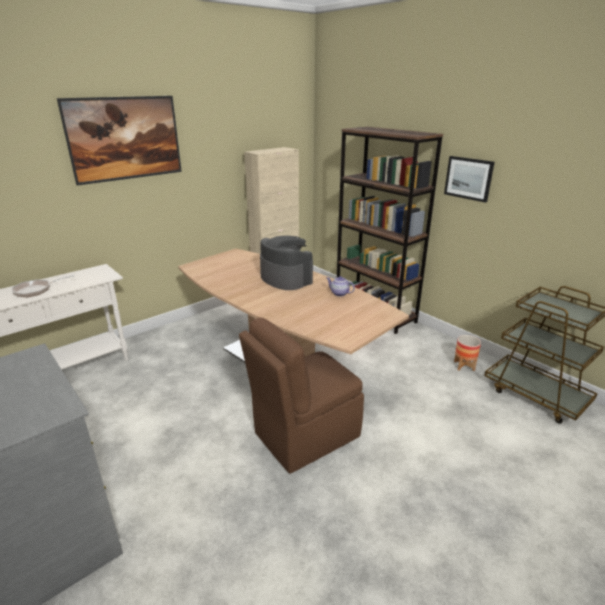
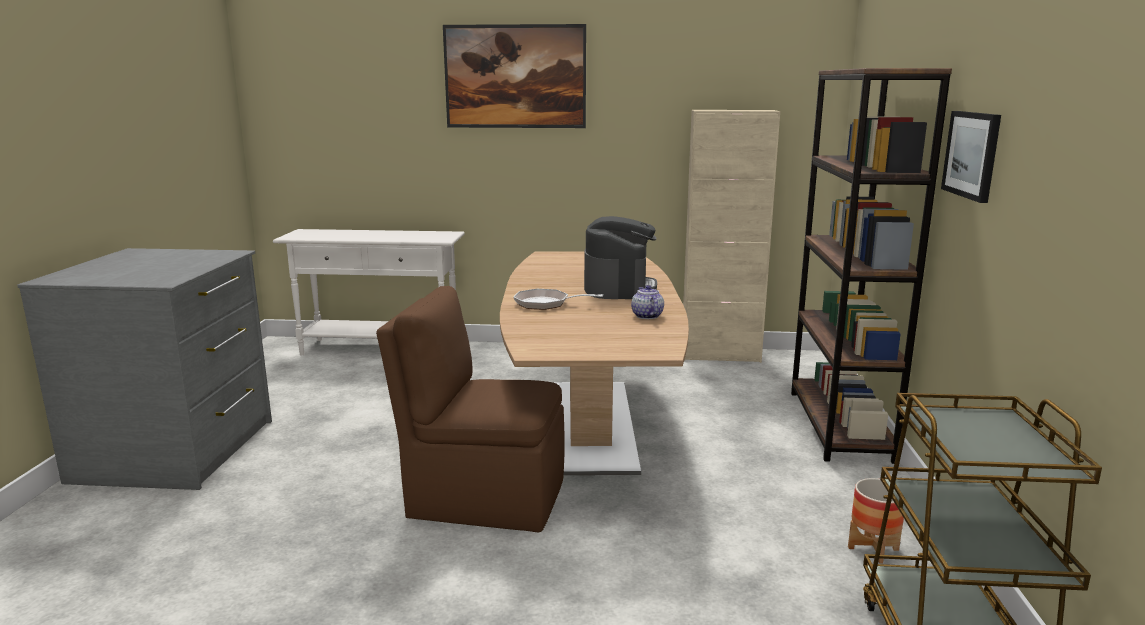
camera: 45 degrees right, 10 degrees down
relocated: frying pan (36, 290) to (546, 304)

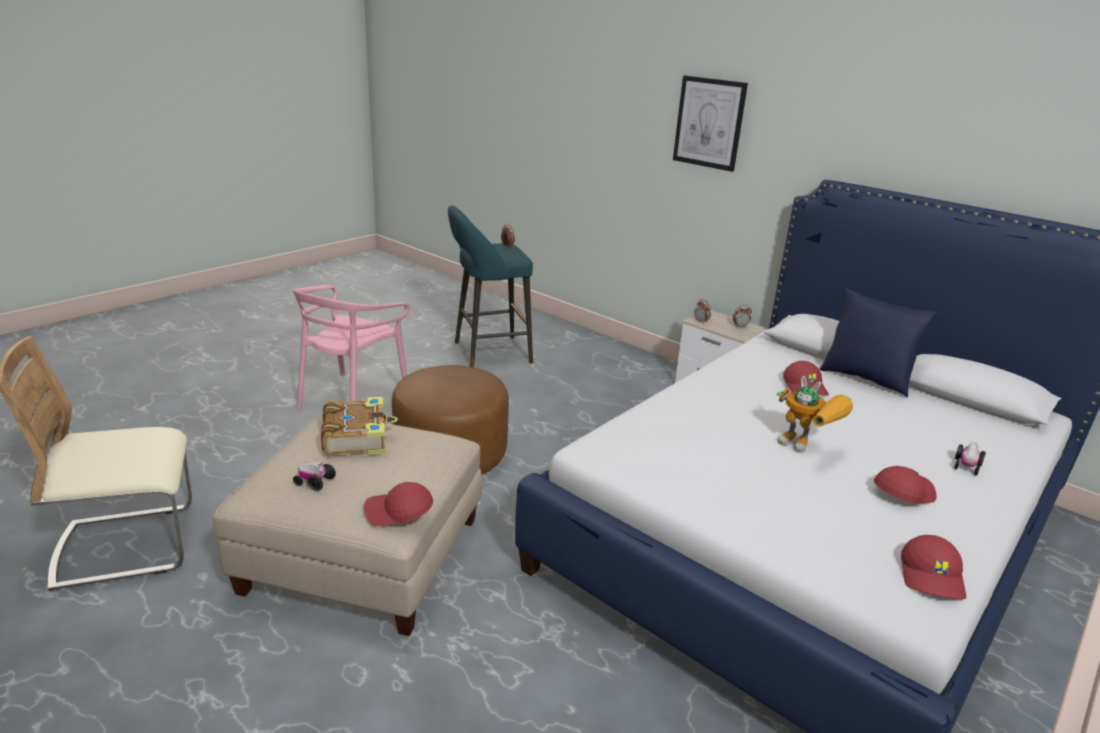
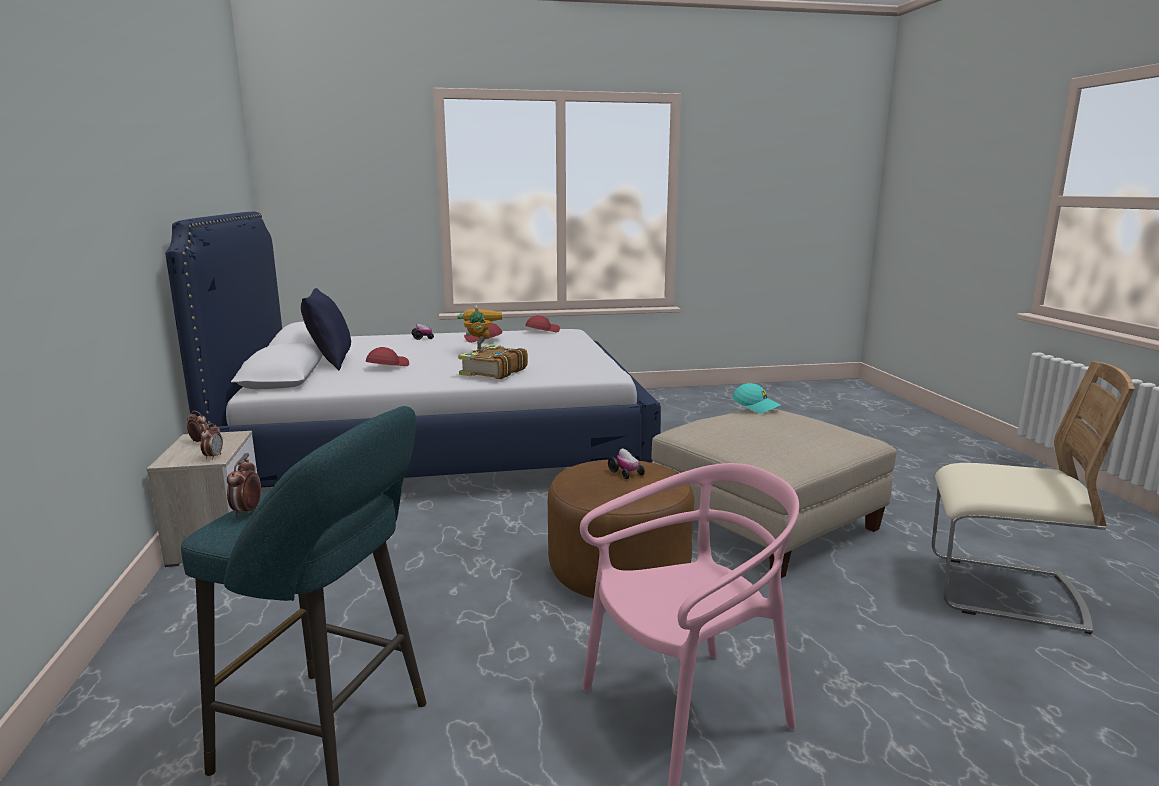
camera: 140 degrees left, 10 degrees down
missing: wall picture (709, 123)
relocated: toy car (314, 482) to (626, 473); volume (357, 437) to (493, 372)
colour: red baseball cap (398, 512) to turquoise-coloured baseball cap (756, 406)

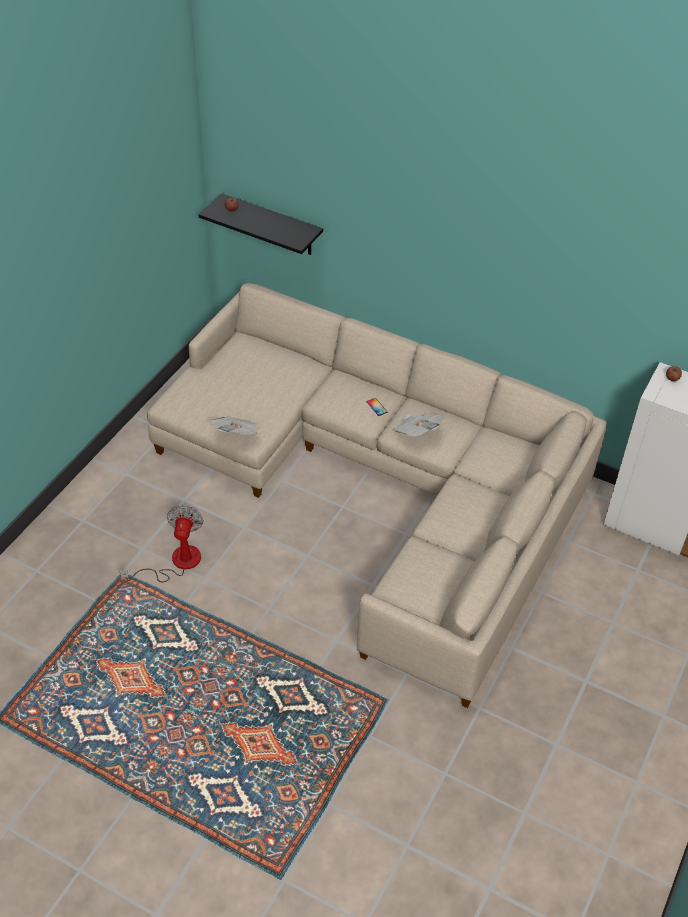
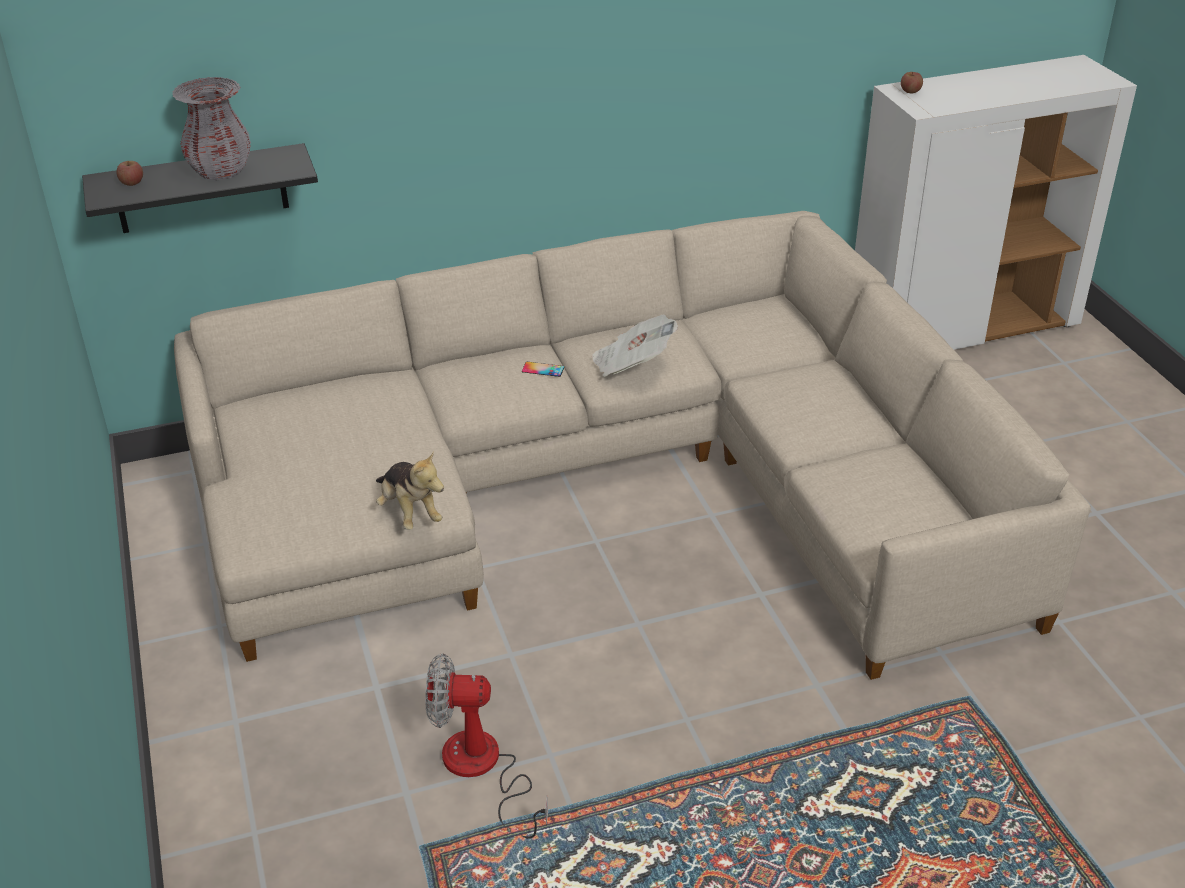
camera: 45 degrees left, 10 degrees down
appeared: gray decorative vase (221, 171)
exchanged: newspaper (236, 434) to plush toy (409, 512)
spun: cooling fan (176, 562) = (482, 769) 45 degrees counterclockwise

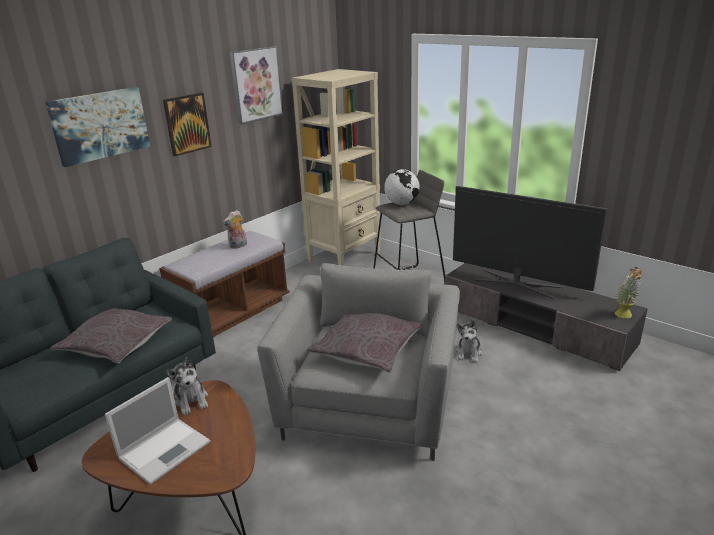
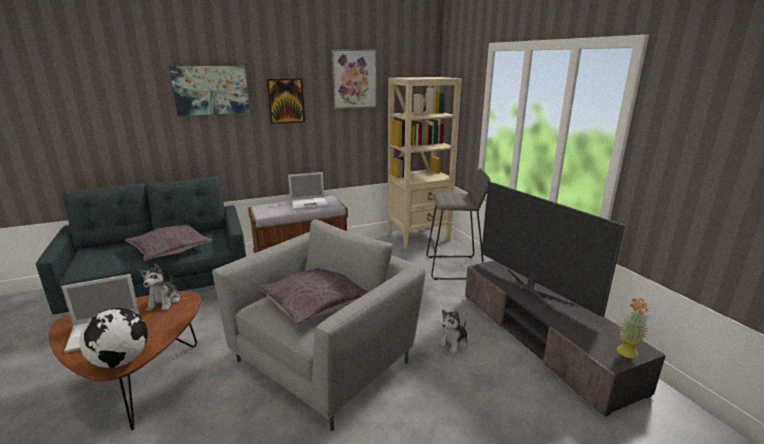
camera: 25 degrees right, 5 degrees down
relocated: desk globe (402, 204) to (121, 360)
exchanged: plush toy (238, 246) to laptop (310, 203)

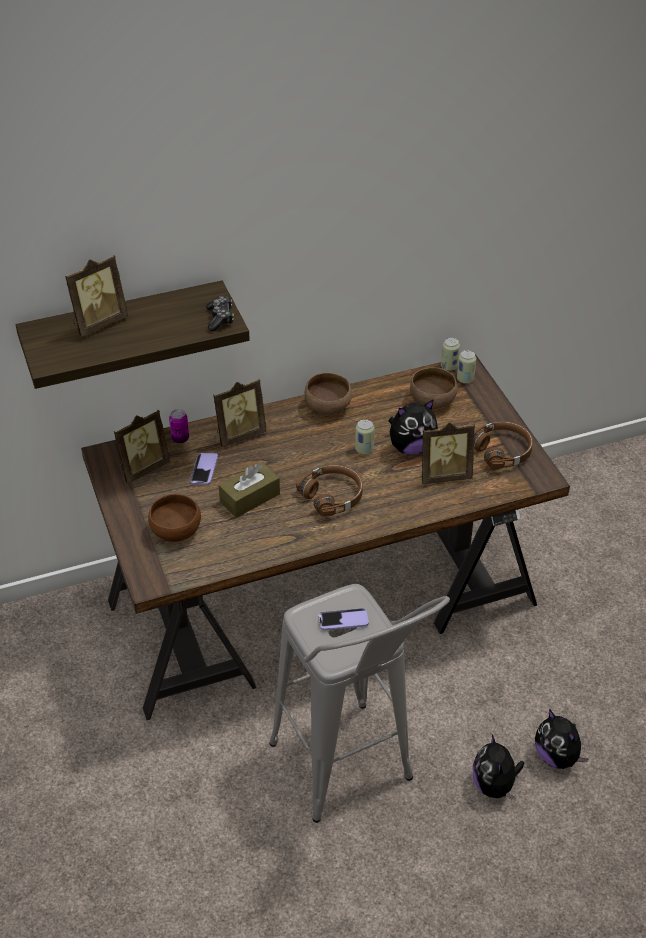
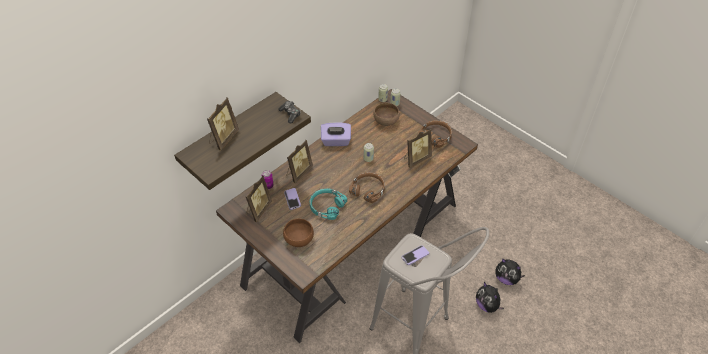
camera: 25 degrees left, 5 degrees up
missing: plush toy (411, 447)
exchanged: brownish tissue holder (250, 498) to turquoise-coloured headphones (326, 206); brownish bowl (329, 407) to purple tissue holder (336, 141)

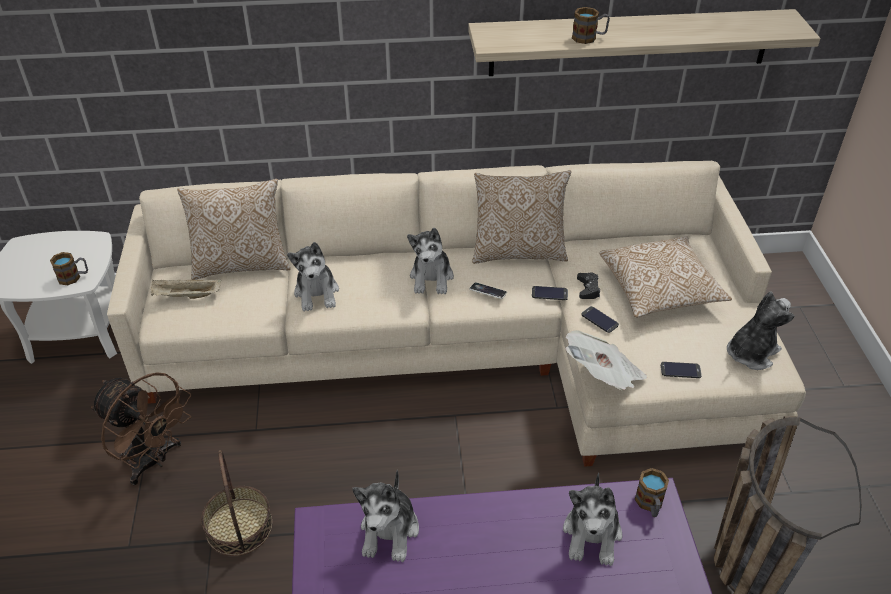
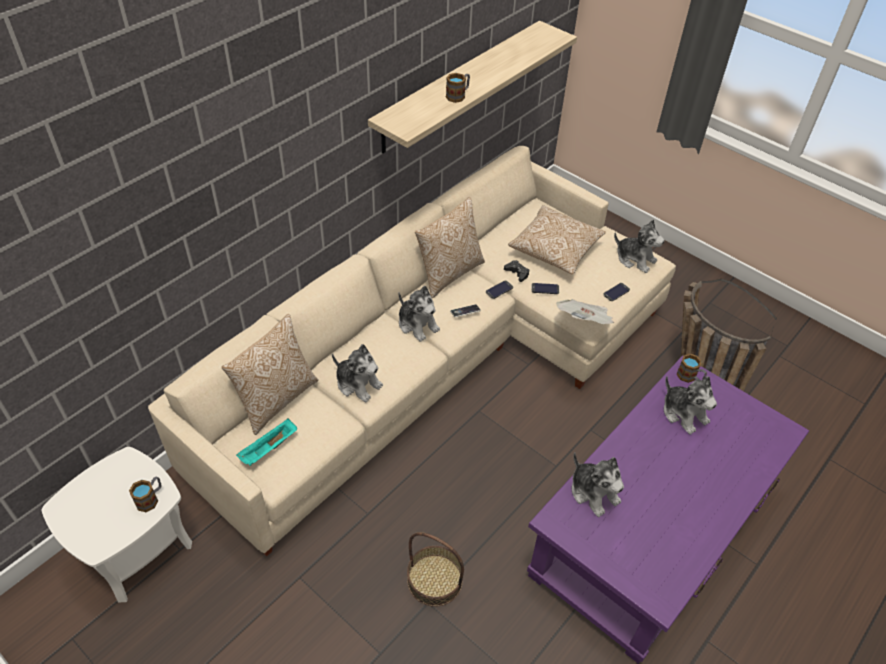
camera: 45 degrees left, 5 degrees up
missing: brownish cooling fan (153, 461)
colour: sand-coloured serving tray (186, 296) to turquoise-coloured serving tray (269, 449)
spun: plush toy (751, 353) = (635, 259) 120 degrees clockwise

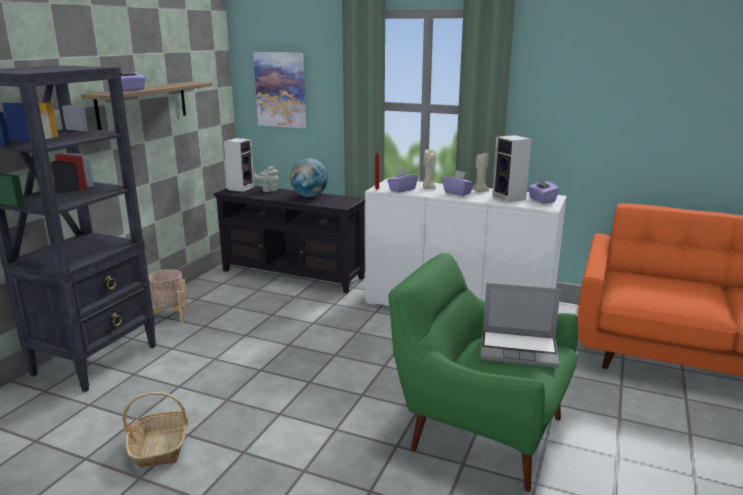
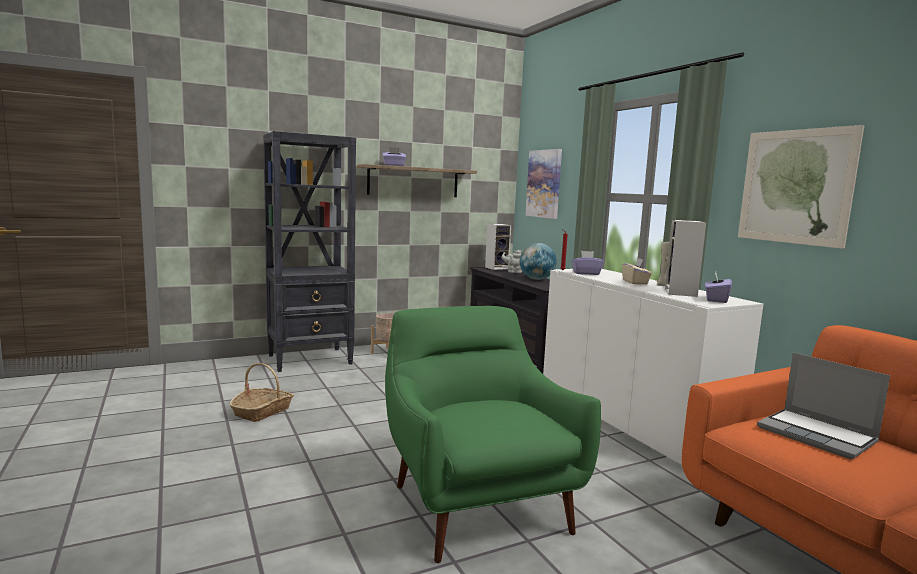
camera: 40 degrees right, 10 degrees down
missing: sand-coloured candle (428, 188)
appeared: wall picture (795, 186)
relocated: laptop (519, 349) to (818, 435)
colour: purple tissue holder (457, 192) to sand-coloured tissue holder (635, 282)

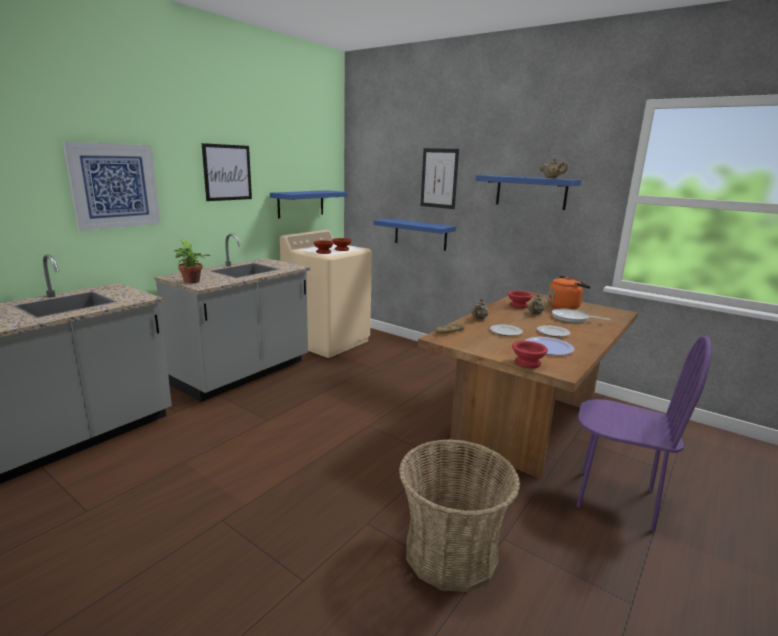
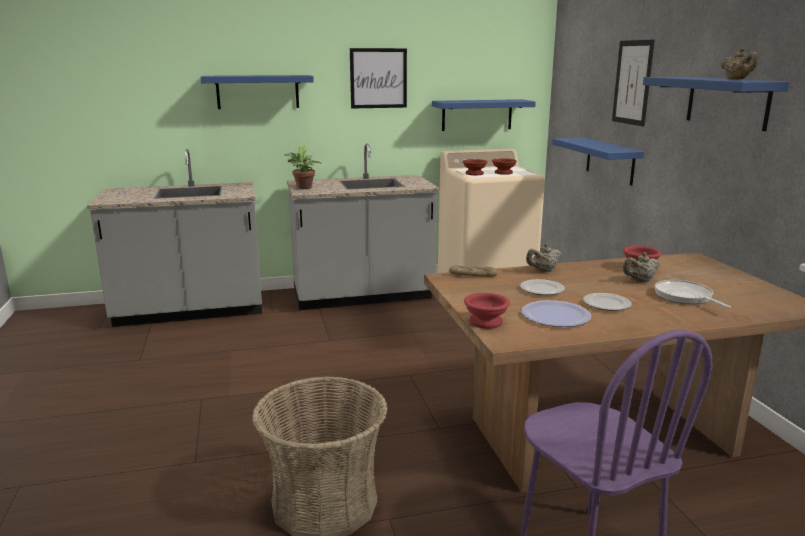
camera: 40 degrees right, 0 degrees up
missing: orangey water kettle (565, 307)
exchanged: wall picture (114, 186) to bluish bracket shelf (258, 92)

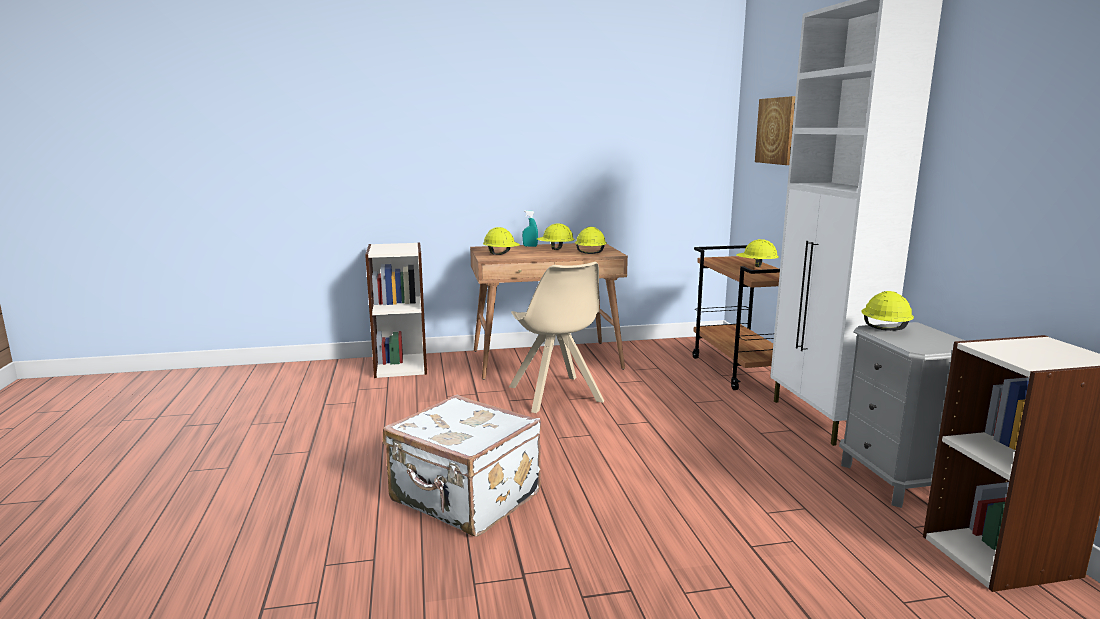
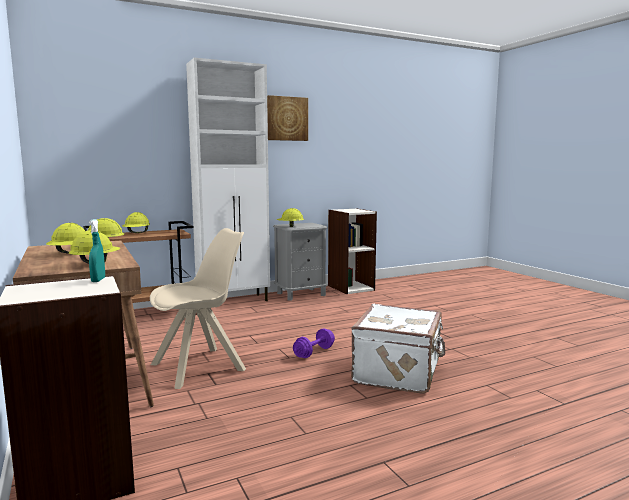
camera: 105 degrees left, 5 degrees down
appeared: purple free weight (314, 352)
relocated: turquoise-coloured hand sprayer (530, 246) to (98, 280); wall picture (777, 131) to (287, 118)

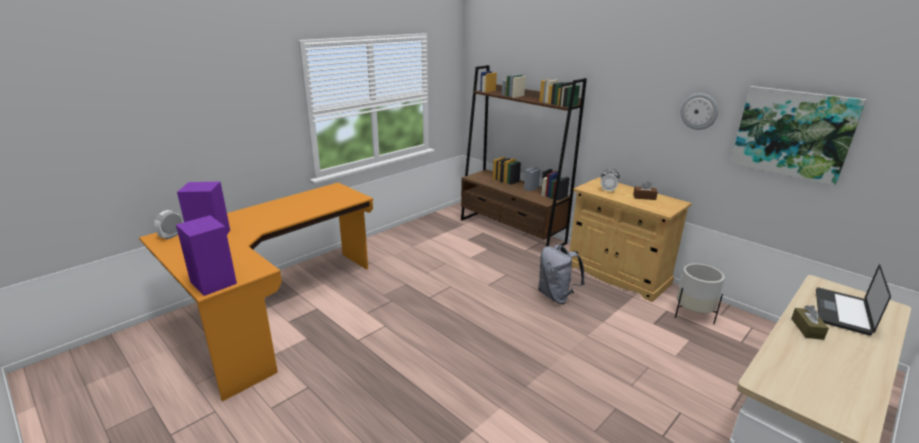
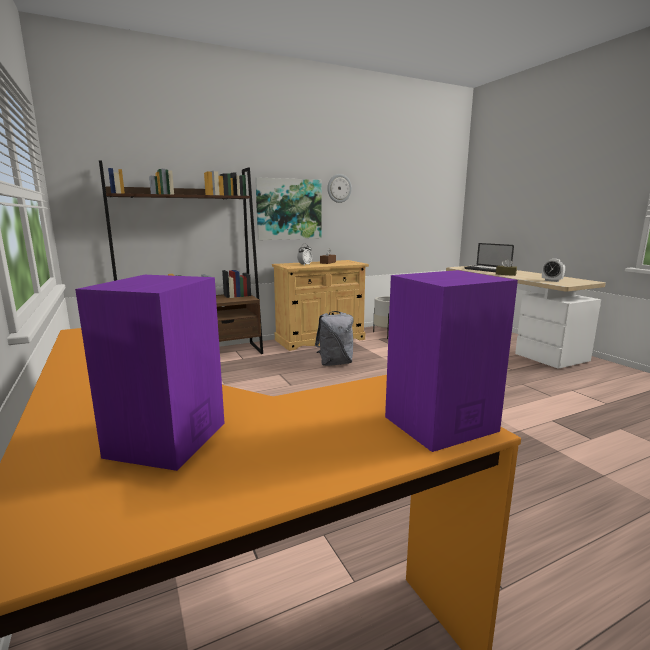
camera: 70 degrees left, 10 degrees down
relocated: table clock (172, 236) to (551, 281); wall picture (792, 133) to (289, 209)

